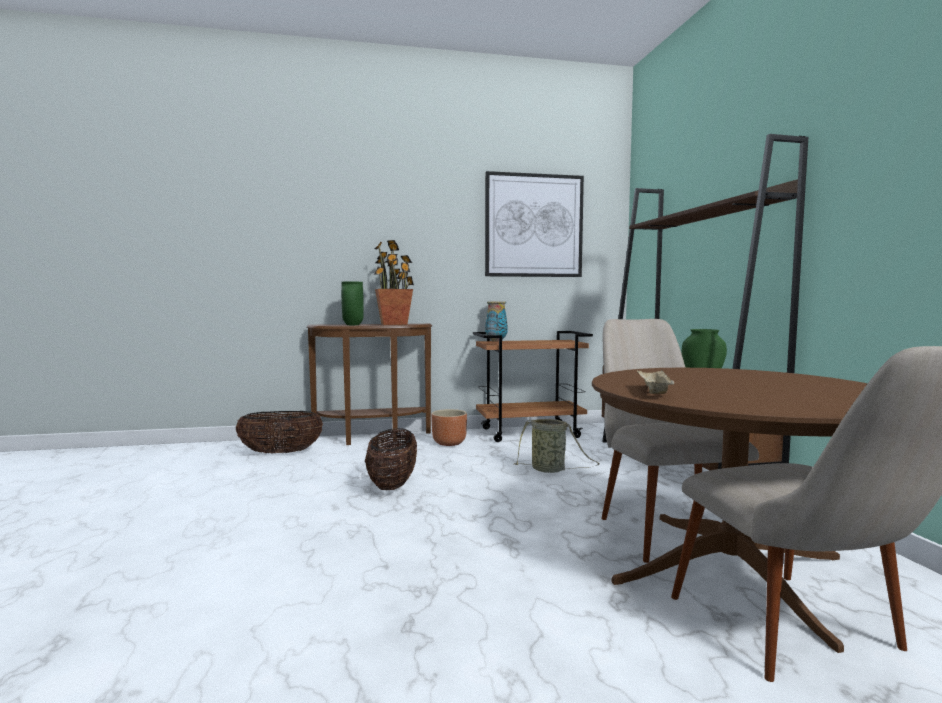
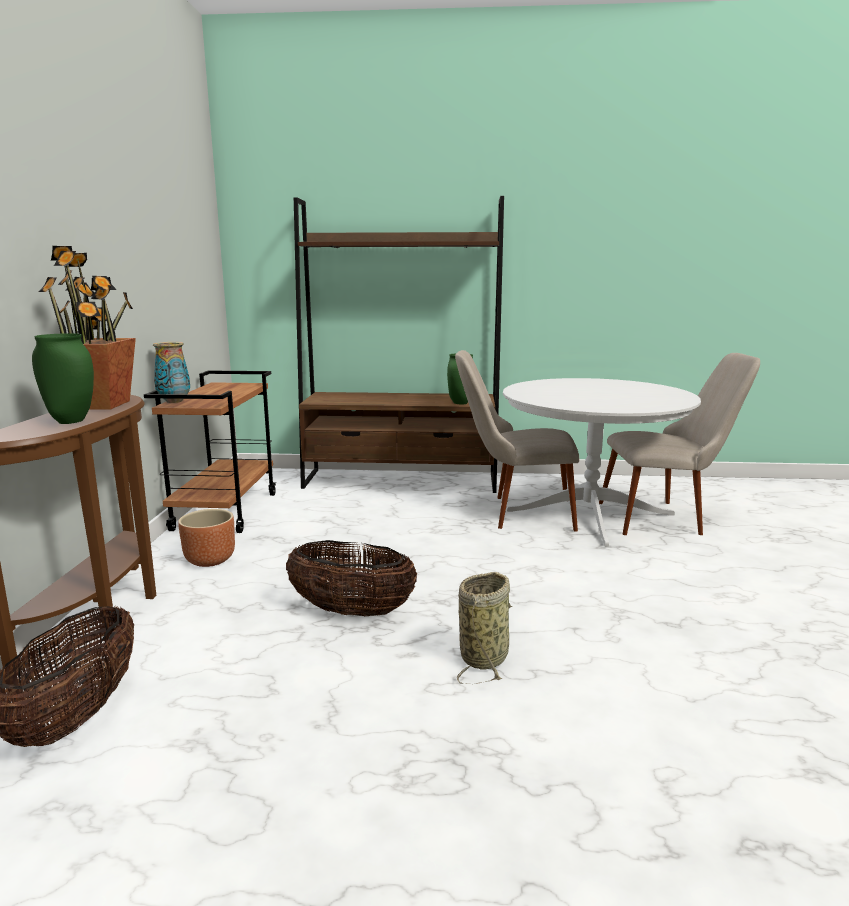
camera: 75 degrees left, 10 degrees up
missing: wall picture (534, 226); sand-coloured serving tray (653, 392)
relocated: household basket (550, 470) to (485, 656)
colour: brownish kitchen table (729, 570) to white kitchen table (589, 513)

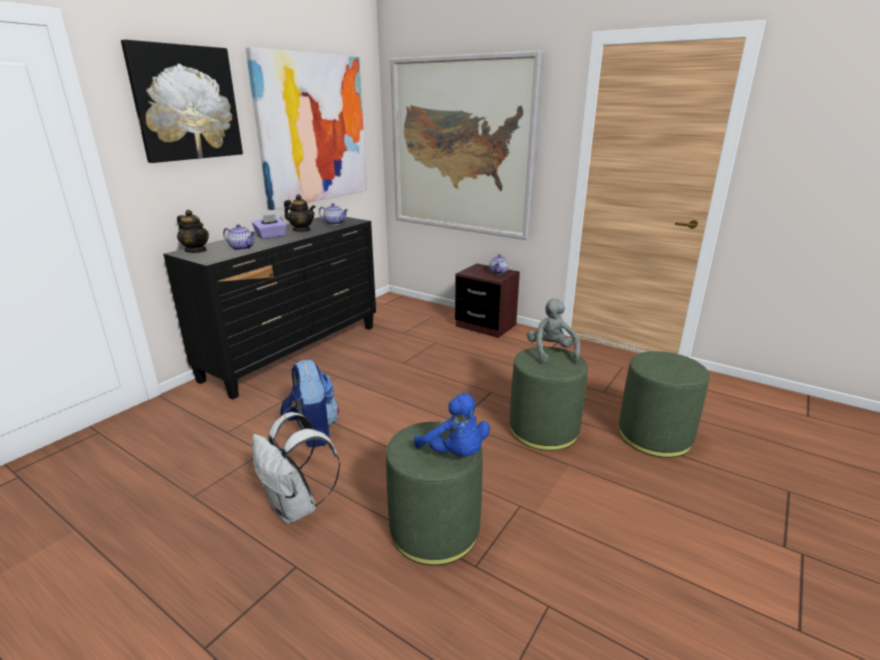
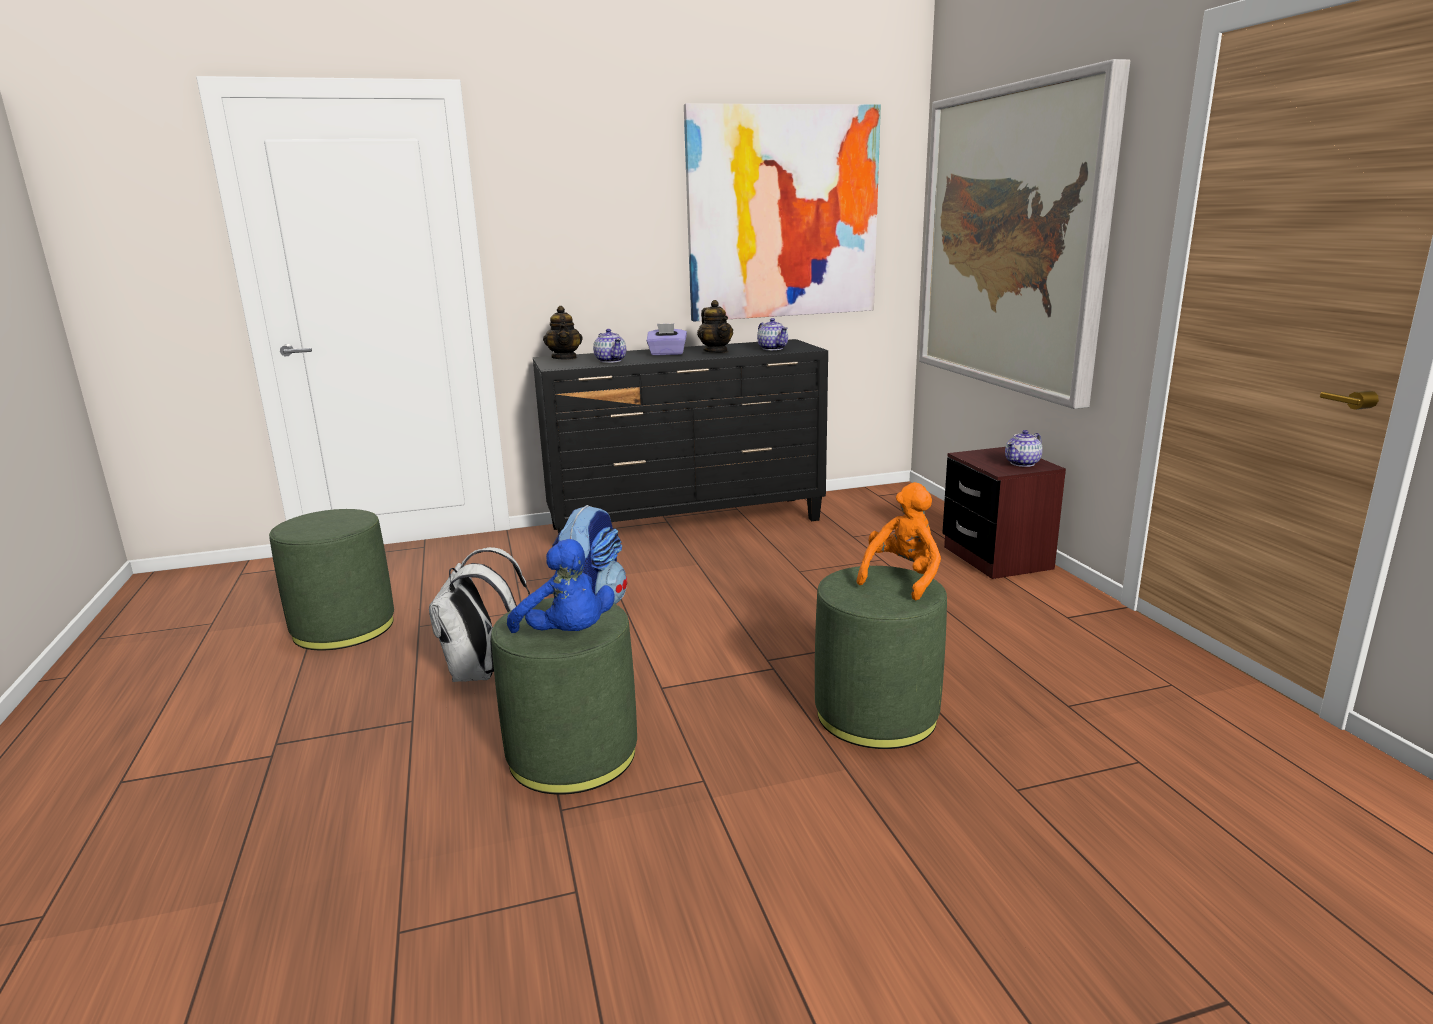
camera: 40 degrees right, 5 degrees down
missing: wall picture (186, 103)
relocated: greenish pouffe (654, 436) to (343, 628)
colour: gray plush toy (551, 352) to orangey plush toy (902, 578)
spun: bluish plush toy (455, 453) = (567, 635) 45 degrees counterclockwise

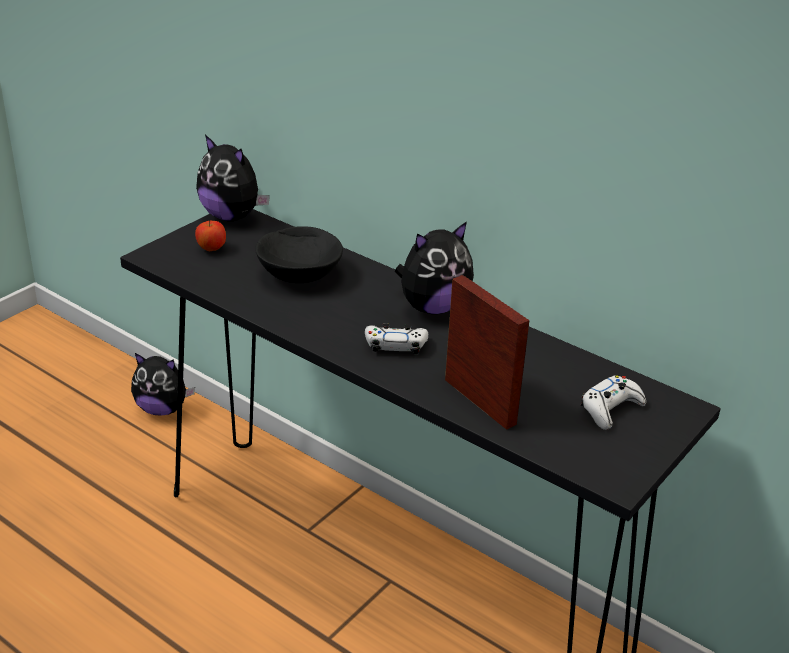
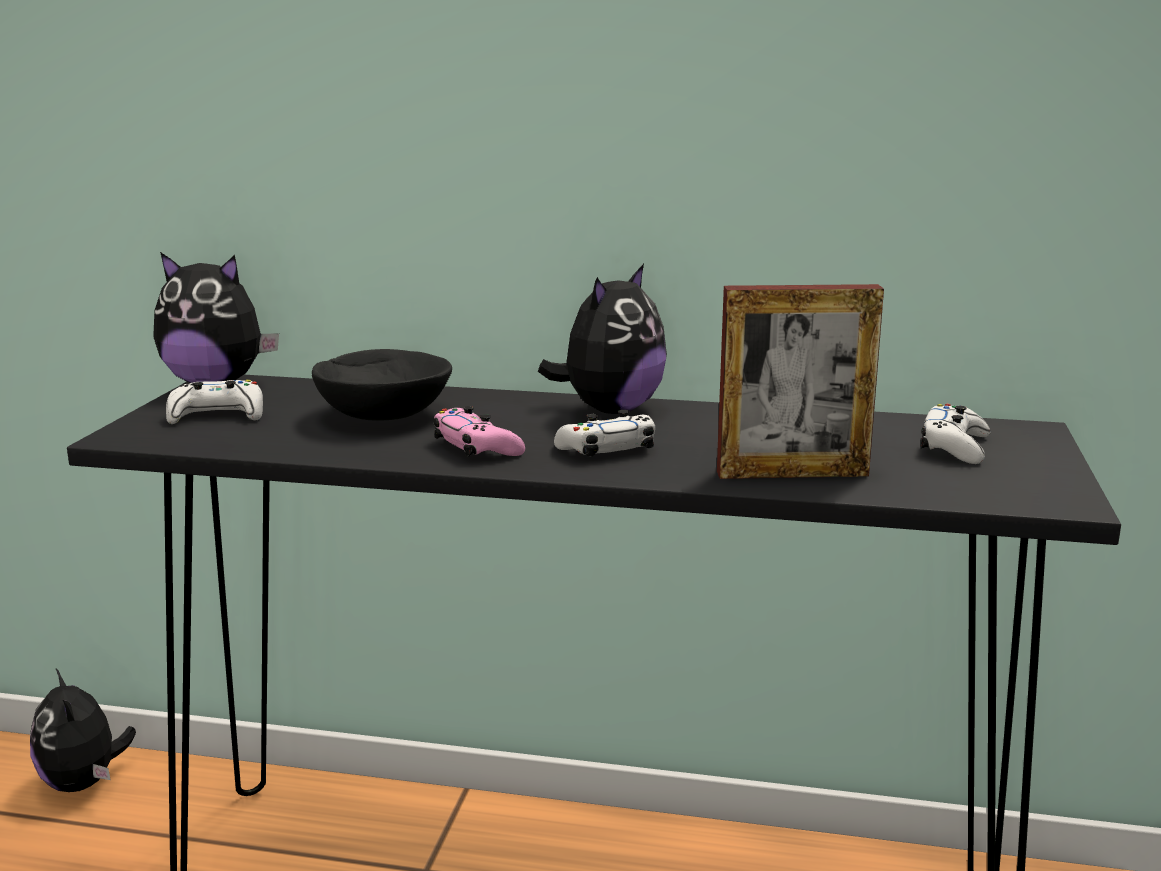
camera: 25 degrees left, 15 degrees down
appeared: pinkish game controller (476, 447)
exchanged: apple fruit (211, 249) to white game controller (217, 415)
spun: plush toy (162, 409) = (84, 783) 75 degrees clockwise; picture frame (479, 402) = (792, 473) 150 degrees clockwise

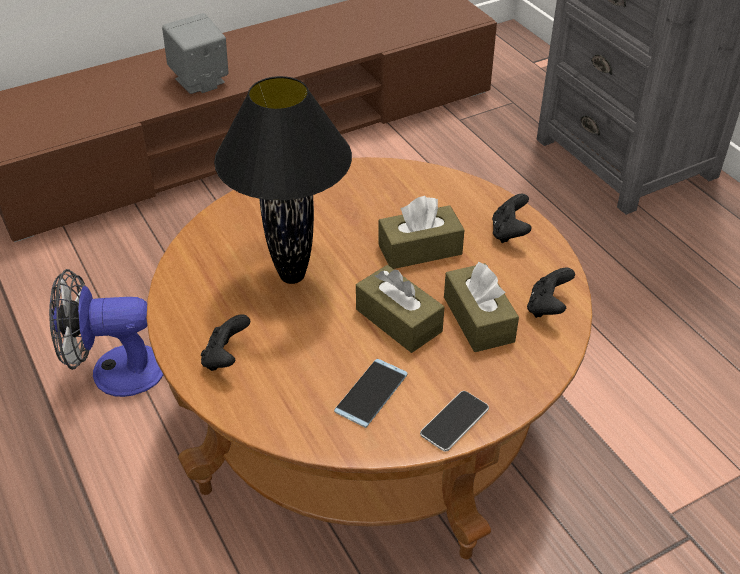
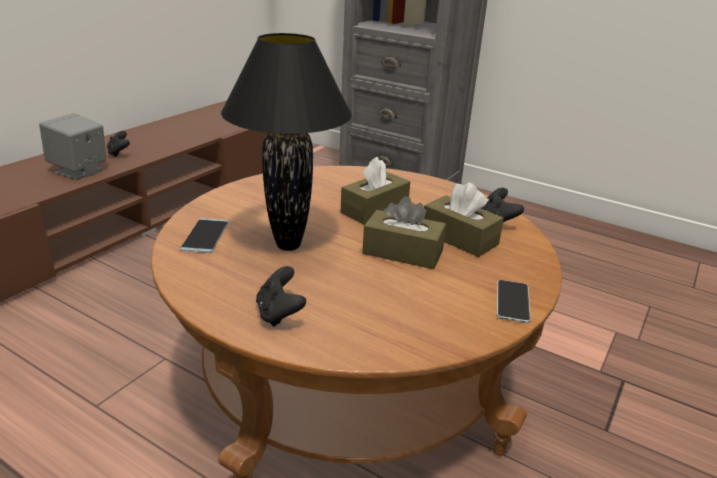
camera: 30 degrees left, 15 degrees down
missing: cooling fan (115, 371)
relocated: phone (371, 393) to (205, 236); blackish game controller (509, 233) to (119, 153)

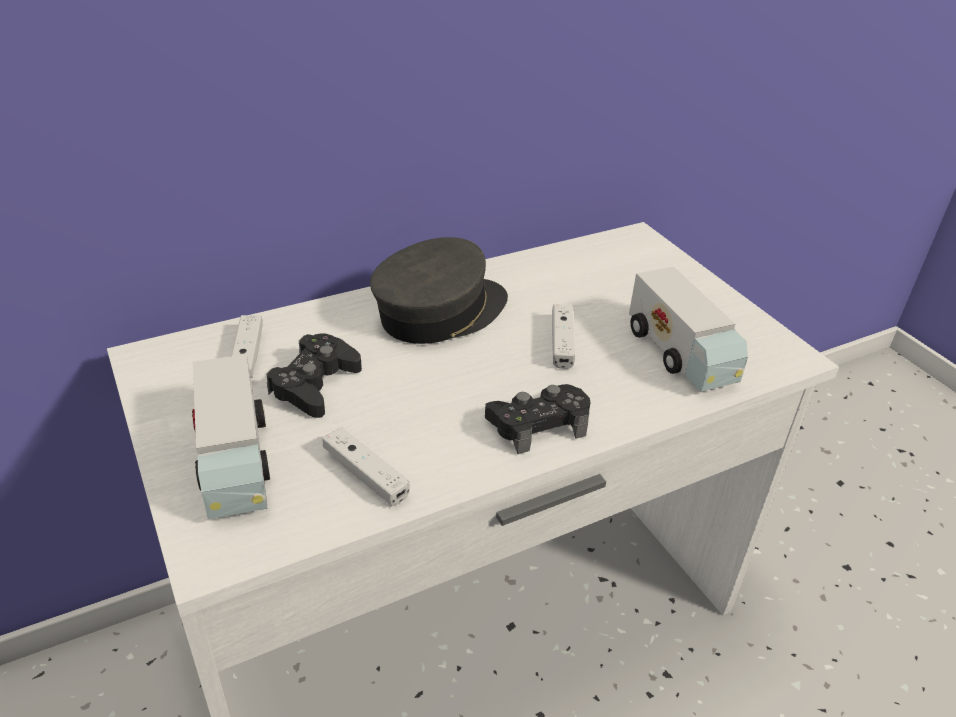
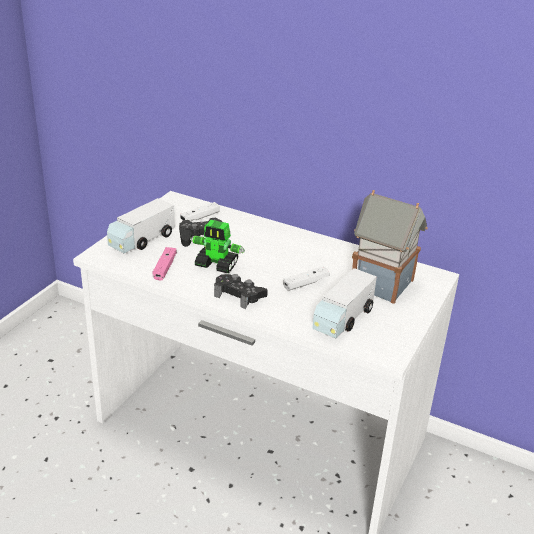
camera: 55 degrees right, 5 degrees down
missing: gray baseball cap (440, 312)
appeared: toy robot (217, 265); miniature house (383, 284)
colour: white game controller (365, 475) to pinkish game controller (165, 268)

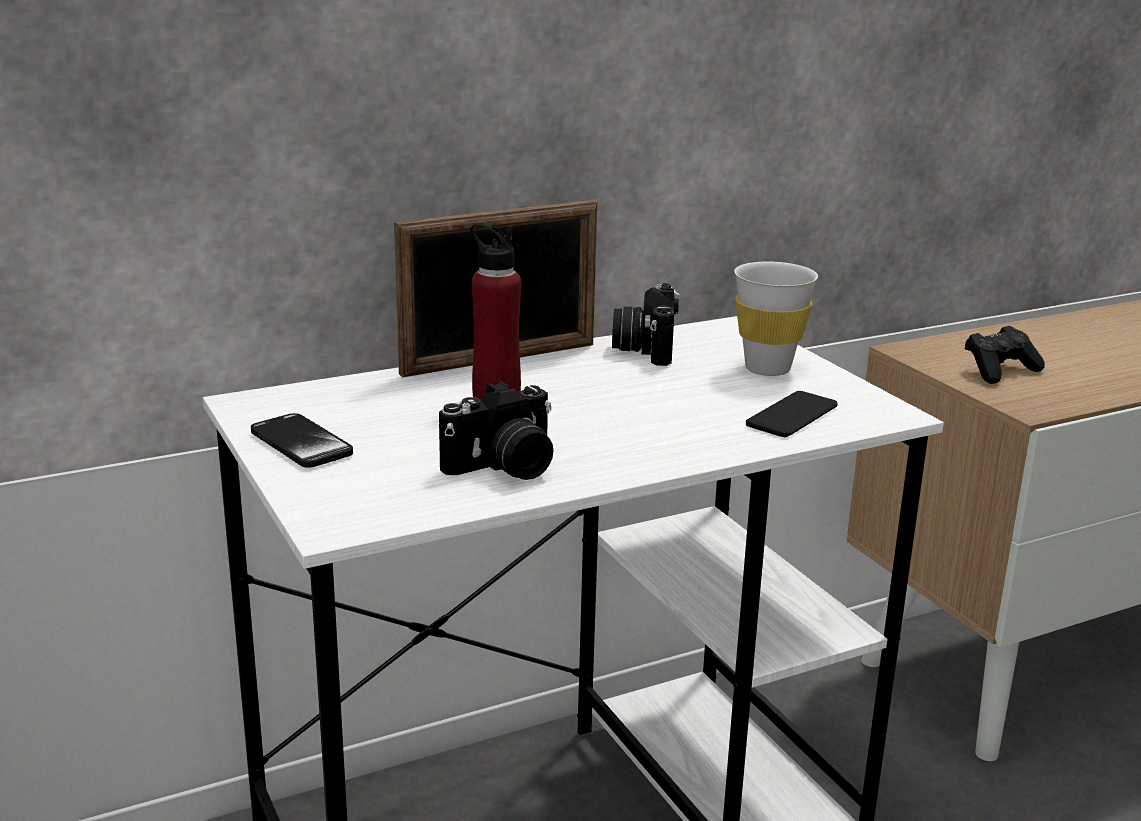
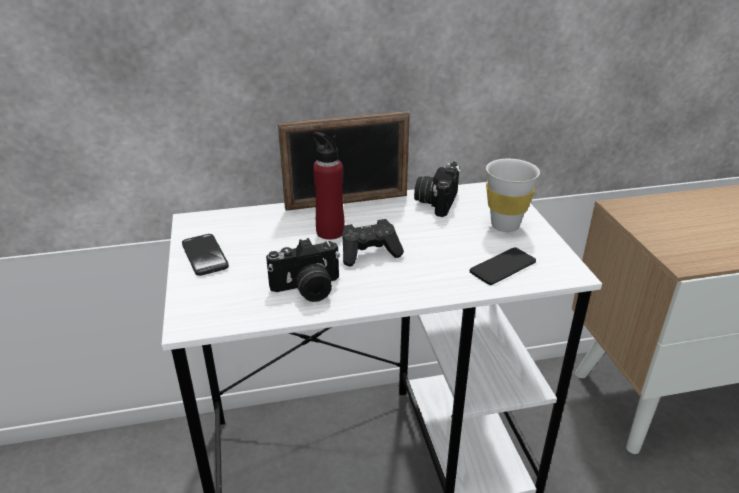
camera: 15 degrees right, 10 degrees up
relocated: blackish game controller (1000, 371) to (369, 253)

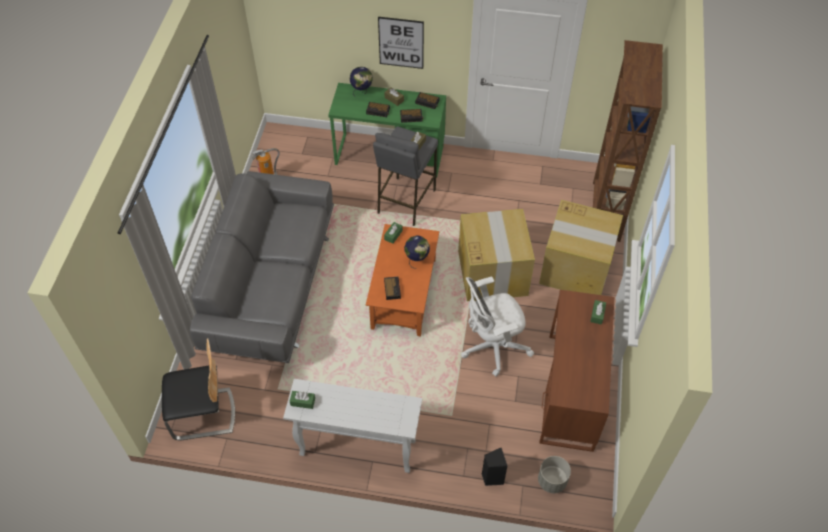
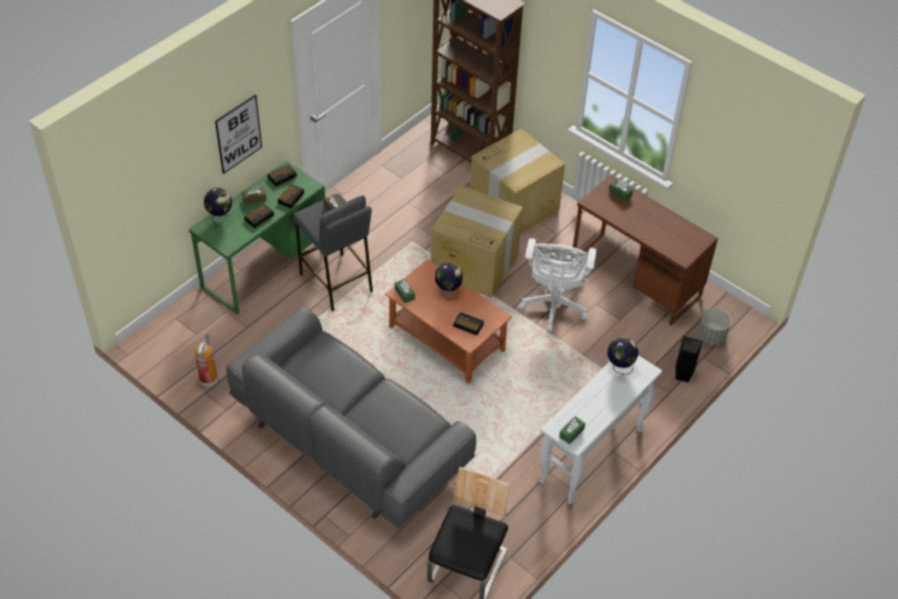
camera: 60 degrees left, 5 degrees down
appeared: desk globe (619, 367)

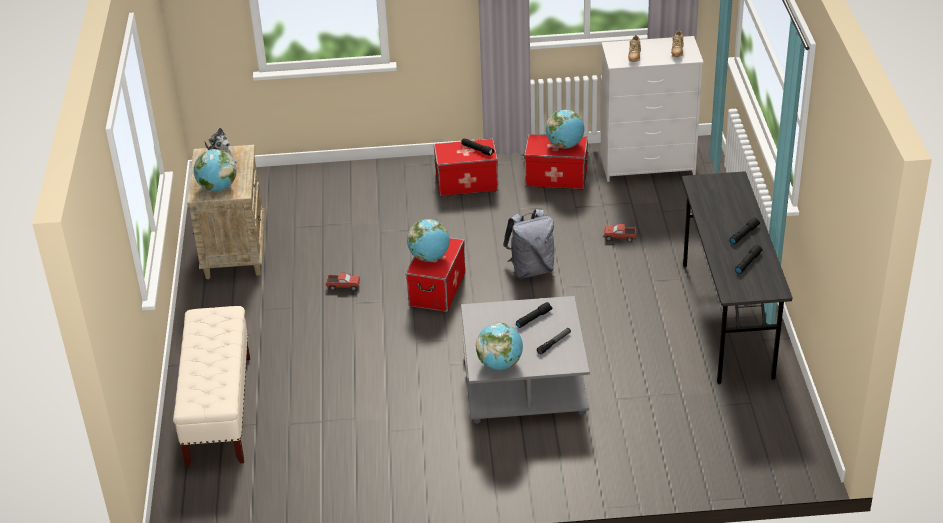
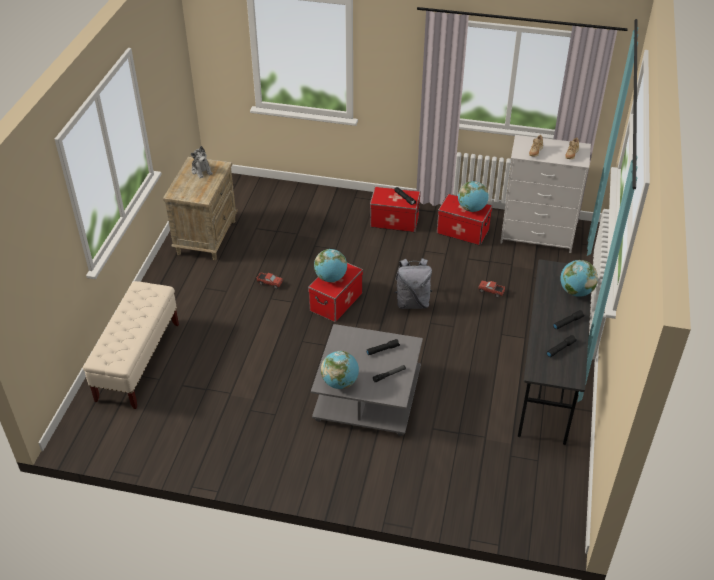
camera: 15 degrees right, 5 degrees up
relocated: desk globe (217, 188) to (575, 292)

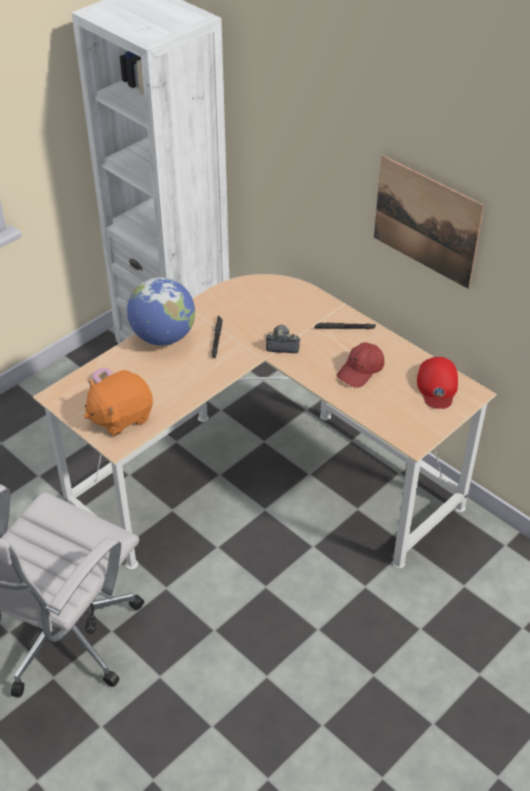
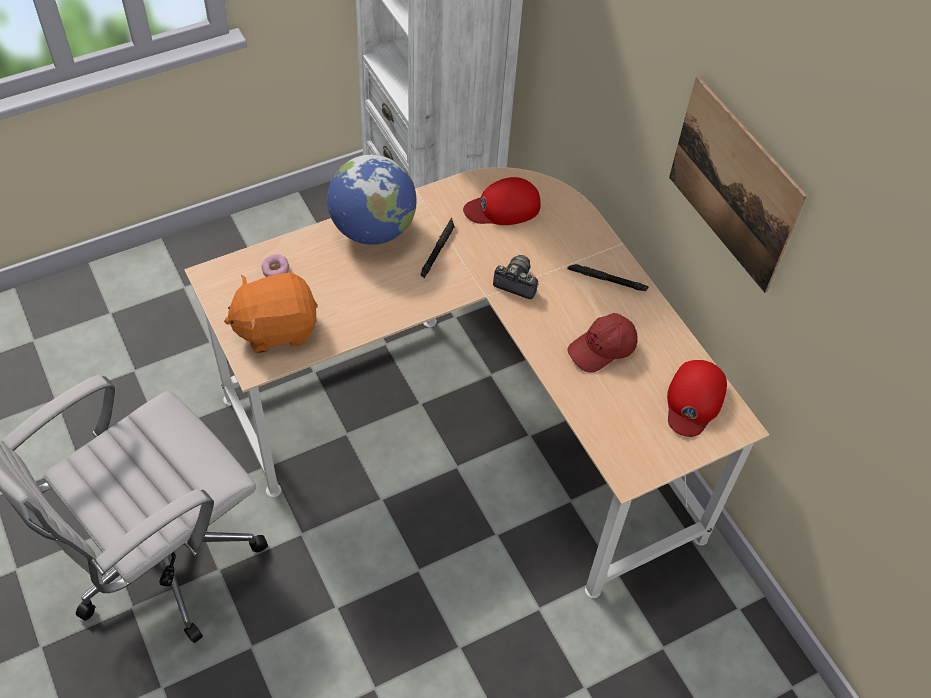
camera: 15 degrees right, 10 degrees up
appeared: red baseball cap (503, 207)

